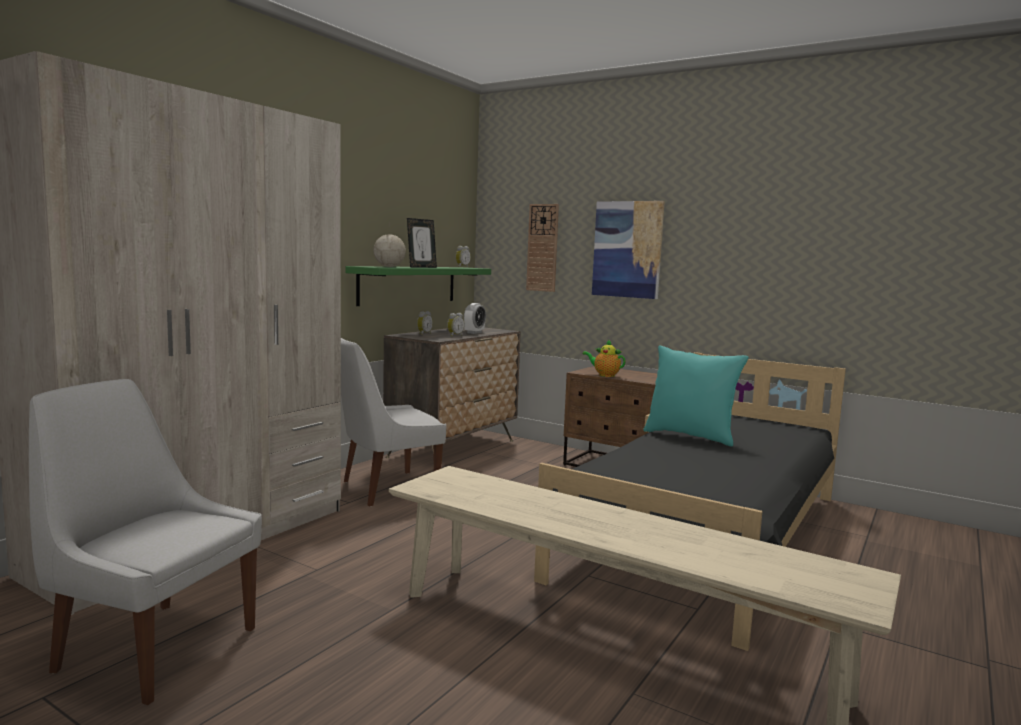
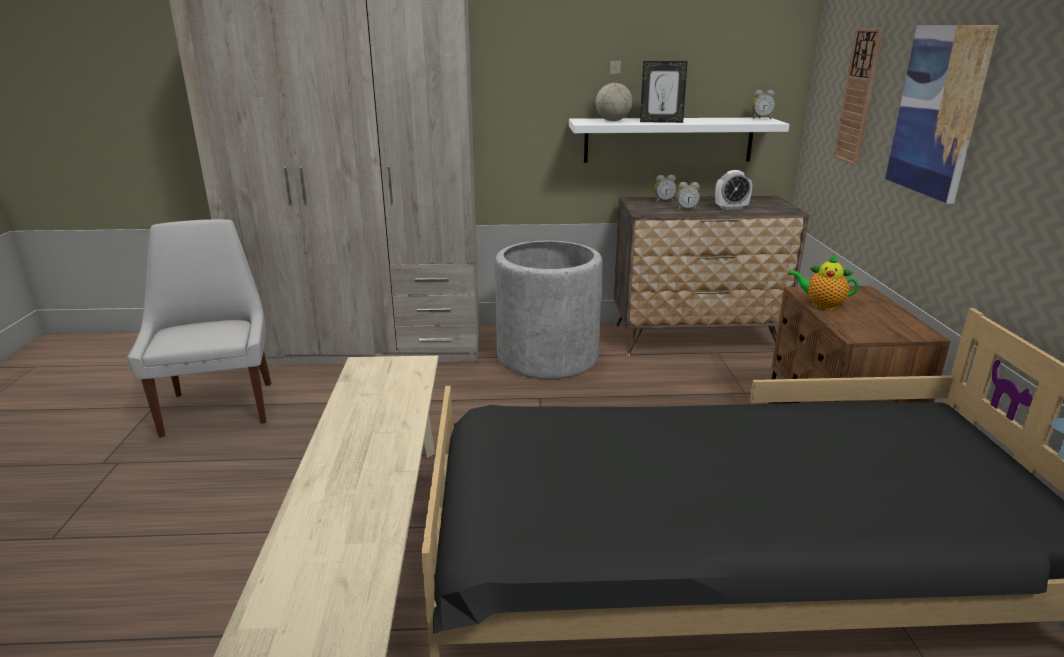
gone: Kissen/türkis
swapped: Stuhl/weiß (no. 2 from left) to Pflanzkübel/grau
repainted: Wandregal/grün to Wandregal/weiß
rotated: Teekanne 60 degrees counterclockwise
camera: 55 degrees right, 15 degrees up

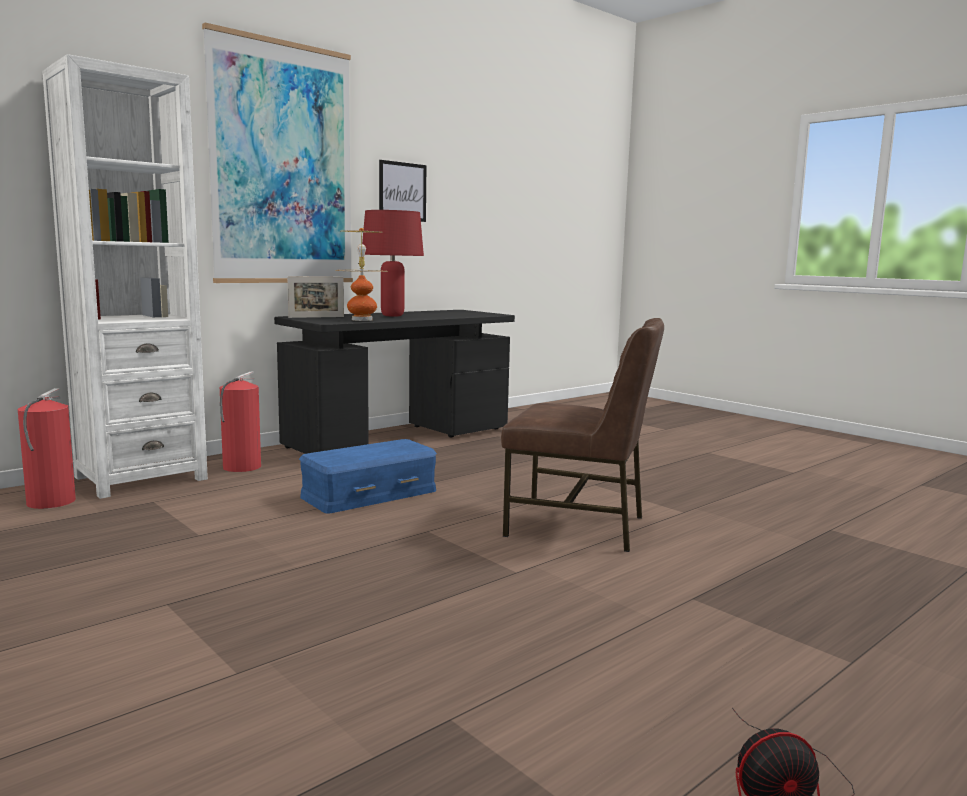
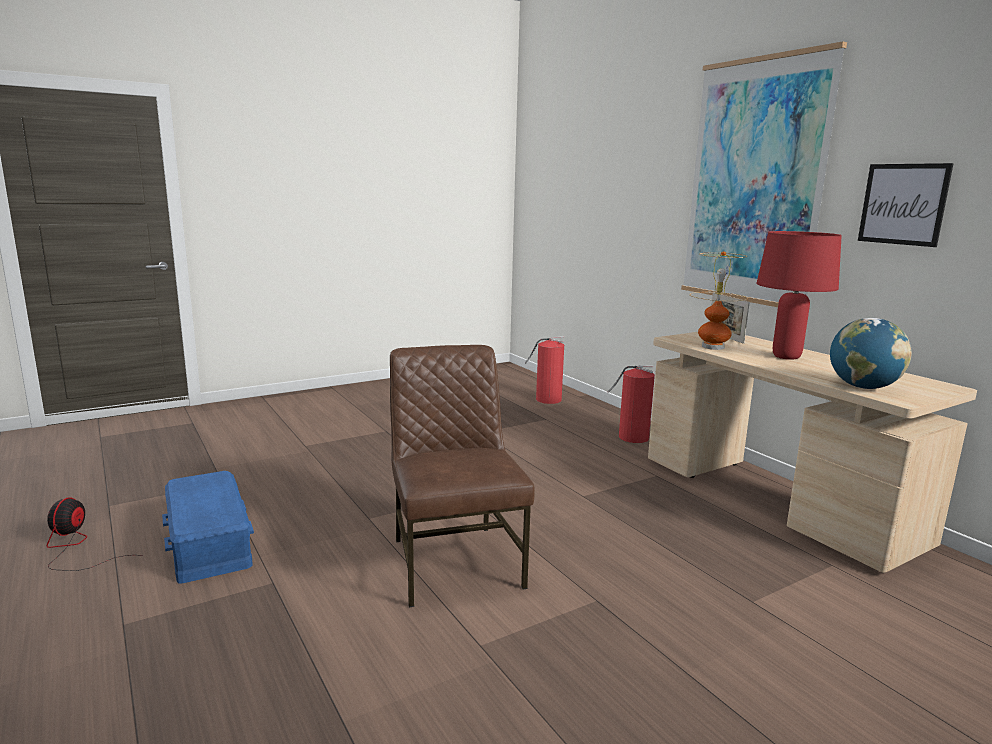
gone: Bücherregal/weiß
new: Globus
shifted: Aufbewahrungsbox/blau
repainted: Schreibtisch/schwarz to Schreibtisch/beige
rotated: Stuhl/braun 135 degrees clockwise
camera: 100 degrees right, 5 degrees up

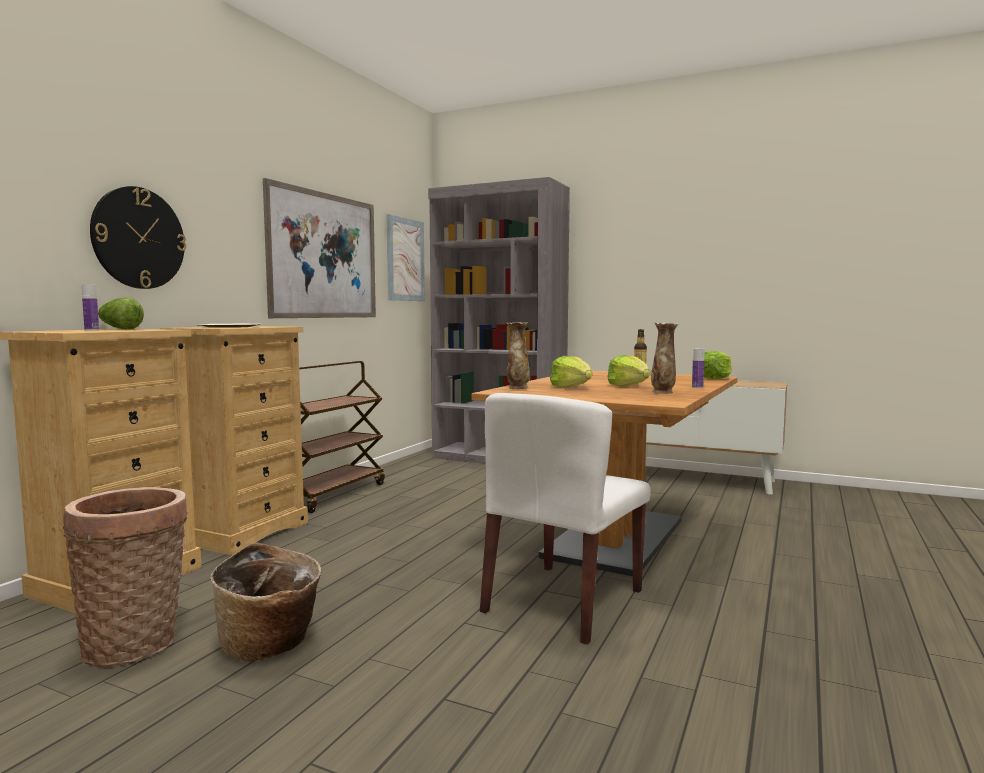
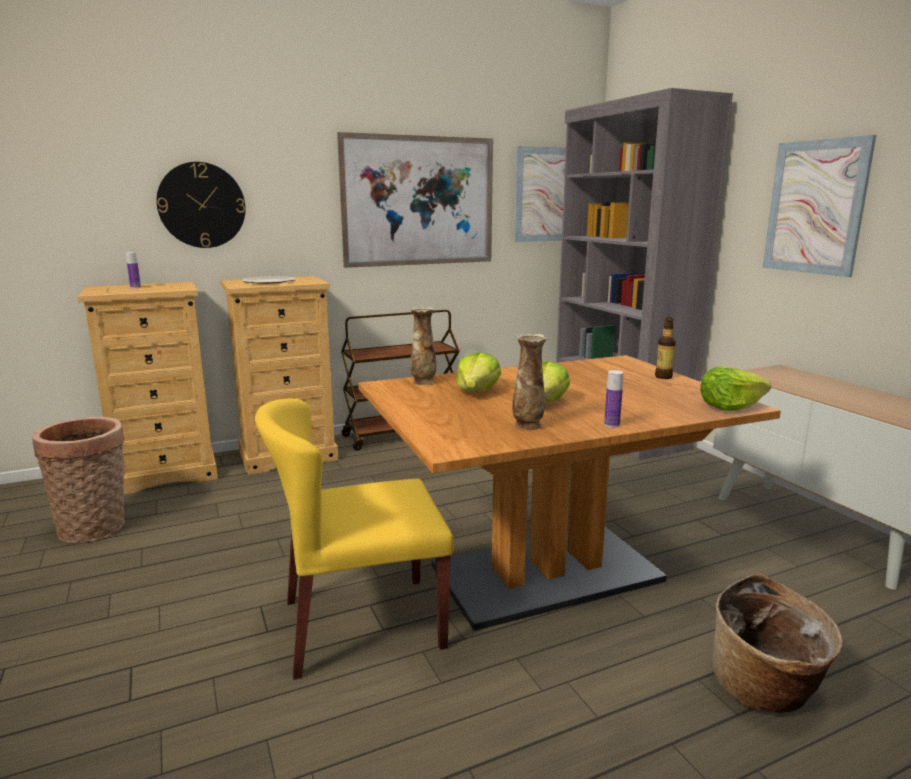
gone: Salatkopf (no. 1 from left)
new: Bild (no. 3 from left)
shifted: Korb (no. 2 from left)
repainted: Stuhl/weiß to Stuhl/gelb
camera: 40 degrees right, 10 degrees up

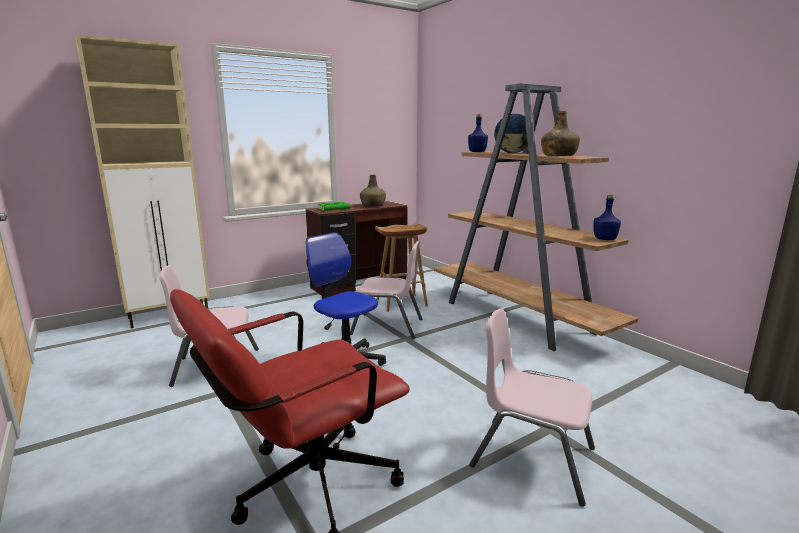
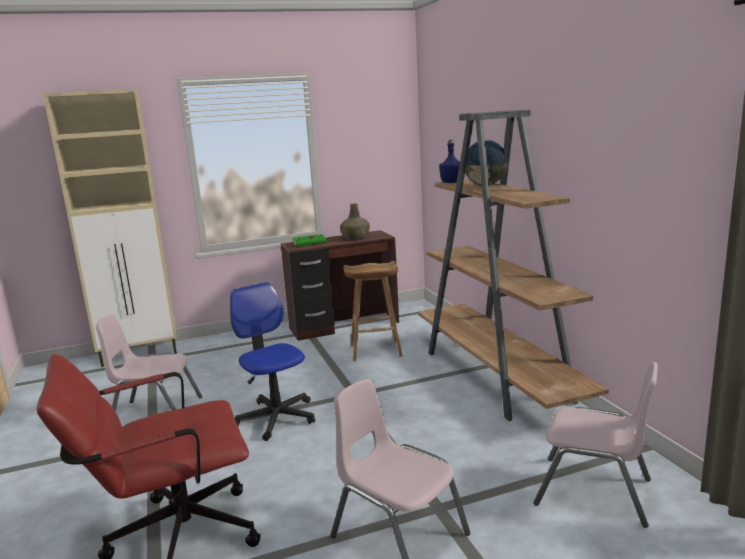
gone: Flasche/grün (no. 2 from left); Flasche/blau (no. 2 from left)
shifted: Stuhl/rosa (no. 2 from left in the first image) to Stuhl/rosa (no. 3 from left)
camera: 15 degrees right, 0 degrees up

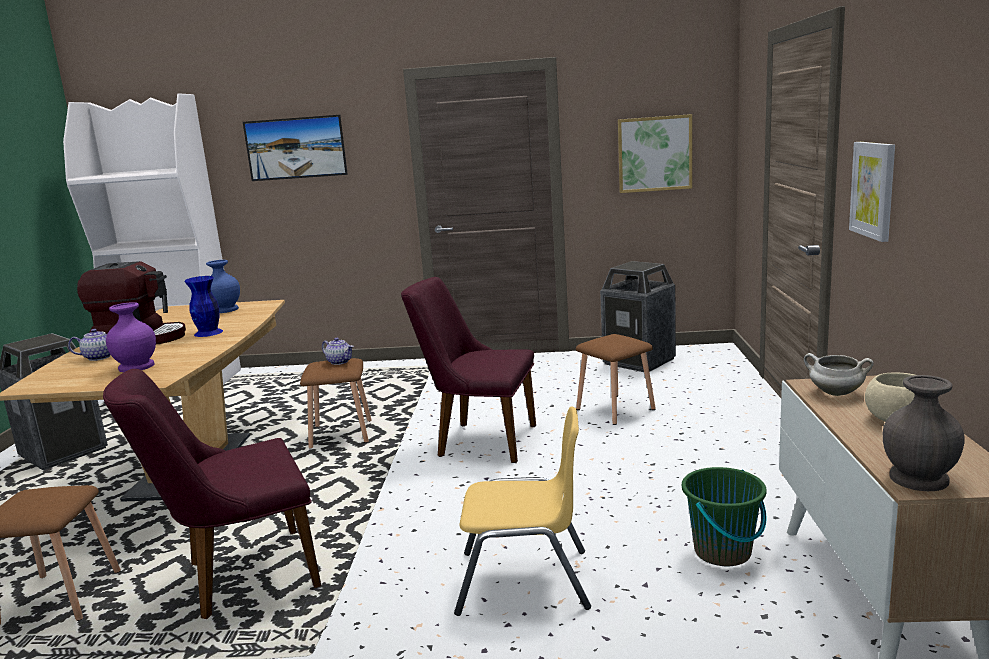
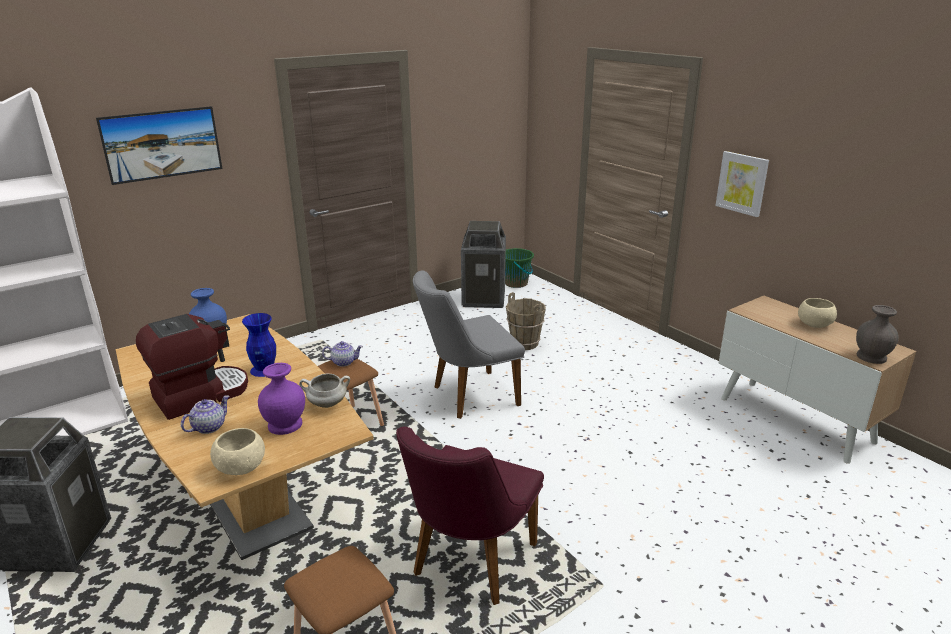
gone: Stuhl/gelb; Bild (no. 2 from left)
new: Schüssel/beige (no. 1 from left)
shifted: Kochtopf/weiß; Eimer/grün
swapped: Hocker/braun (no. 3 from left) to Eimer/braun
repainted: Stuhl/lila (no. 2 from left) to Stuhl/grau
camera: 40 degrees left, 10 degrees up

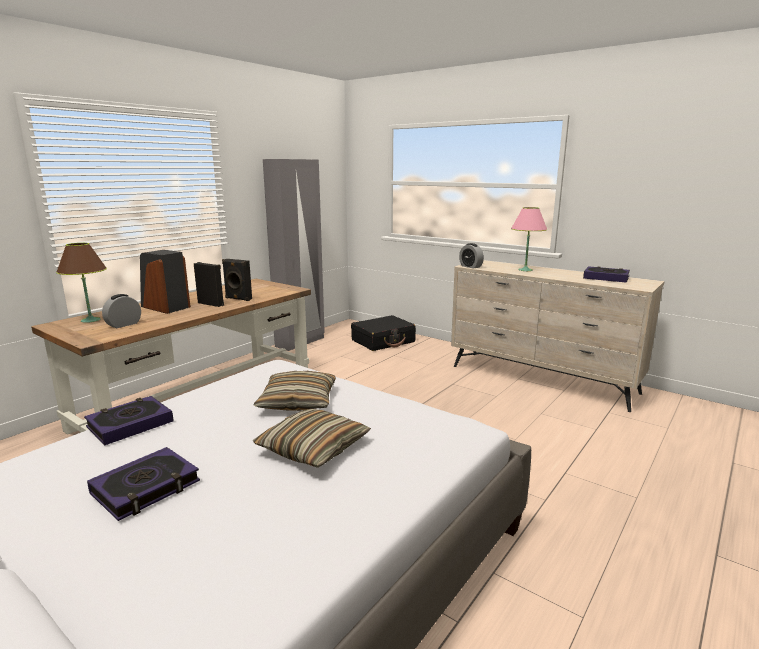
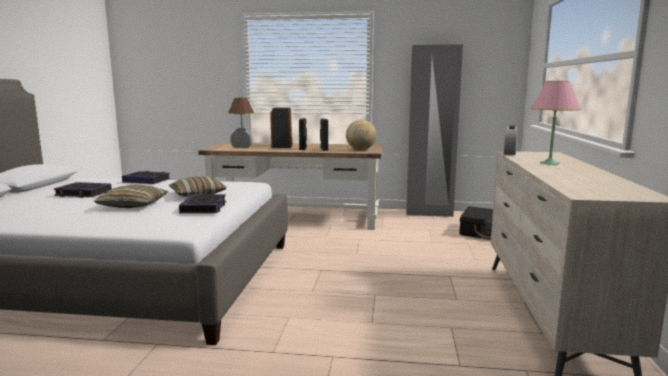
new: Globus
shifted: Buch (no. 3 from left)
camera: 60 degrees right, 5 degrees down

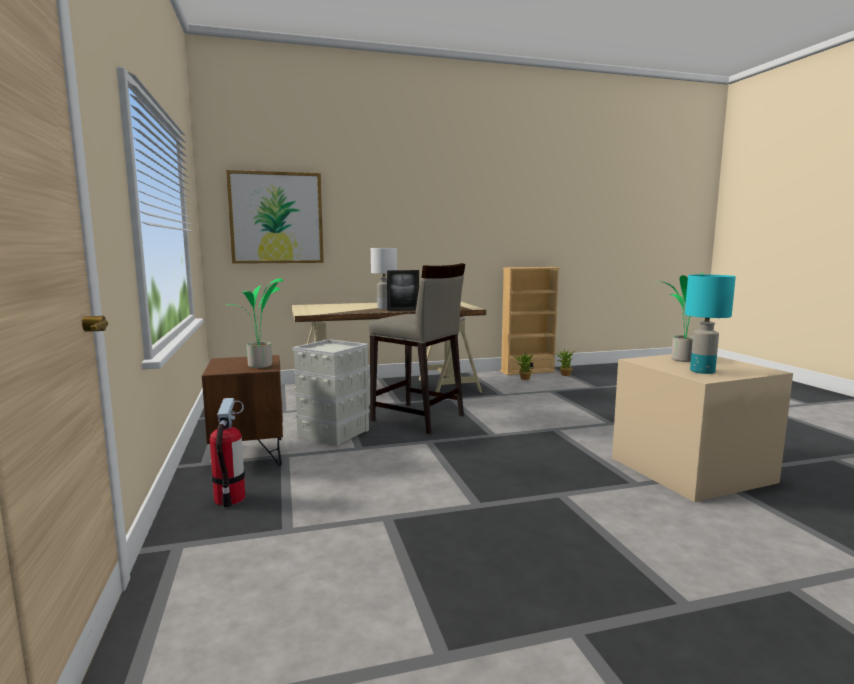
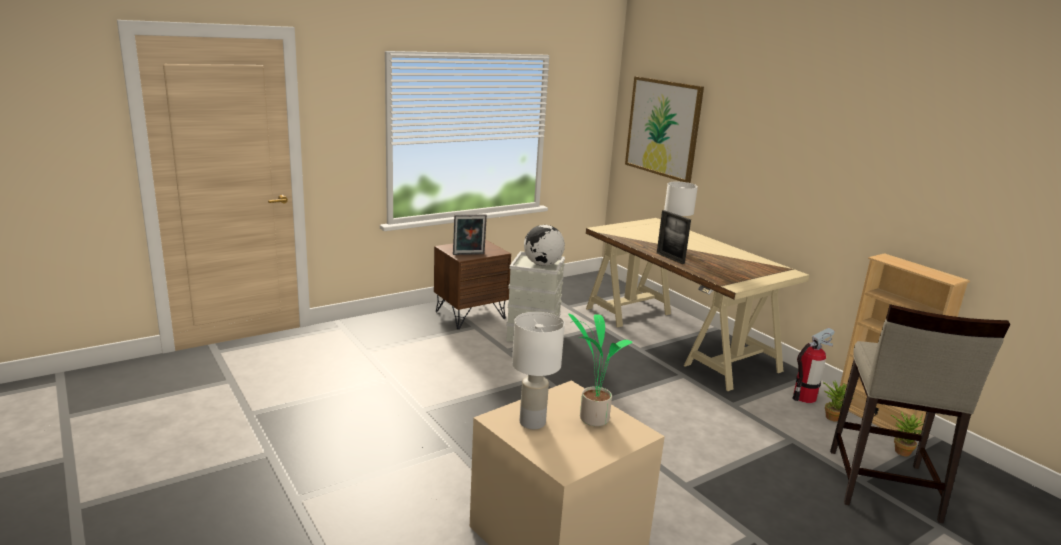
new: Globus
shifted: Feuerlöscher; Hocker/beige
swapped: Topfpflanze (no. 1 from left) to Bilderrahmen (no. 1 from left)
repainted: Tischlampe/türkis to Tischlampe/weiß (no. 1 from left)
camera: 70 degrees right, 10 degrees up

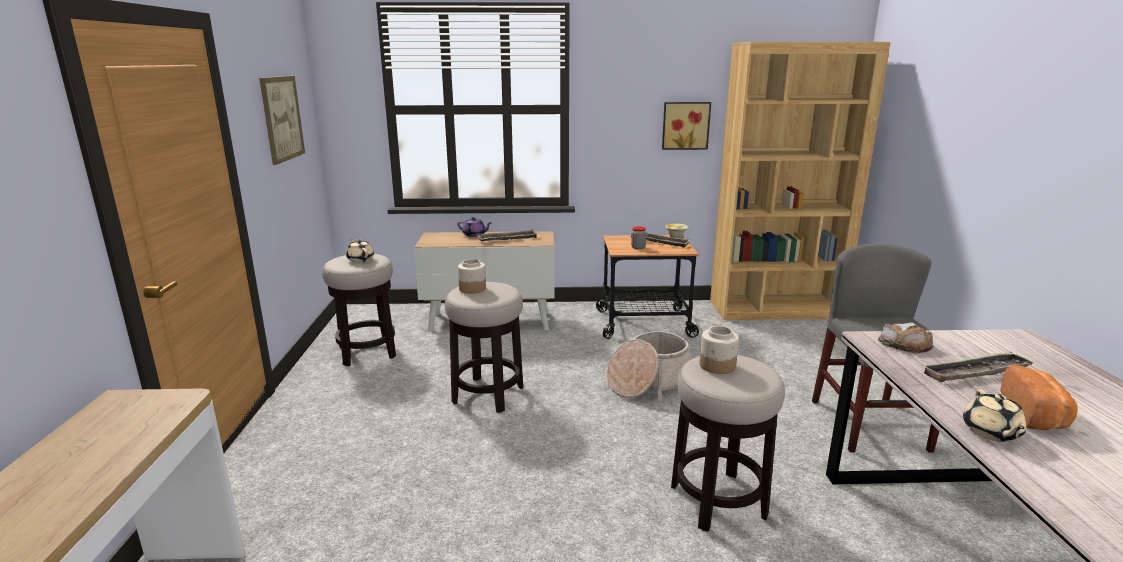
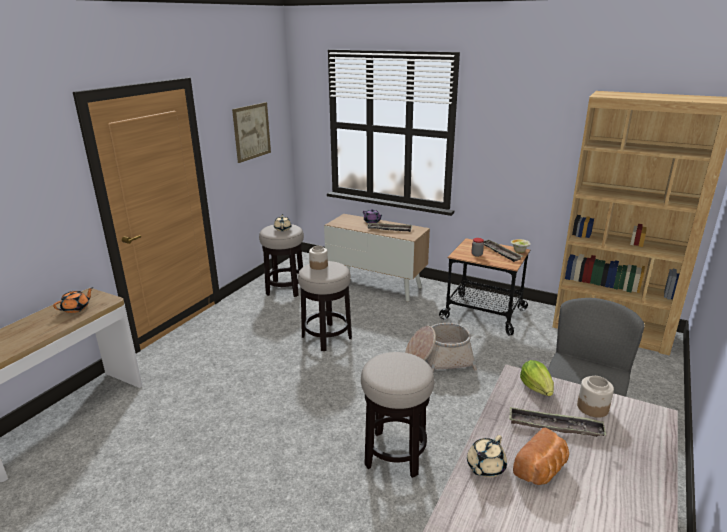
gone: Bild (no. 2 from left)
new: Teekanne/orange
shifted: Vorratsglas (no. 3 from left)
swapped: Brot (no. 1 from left) to Salatkopf
camera: 30 degrees right, 5 degrees up

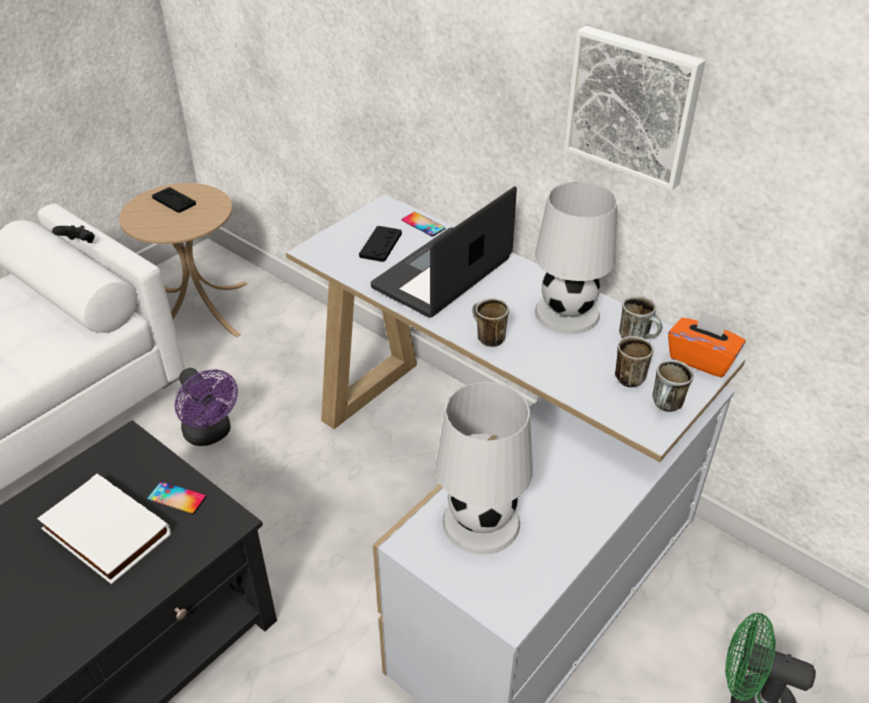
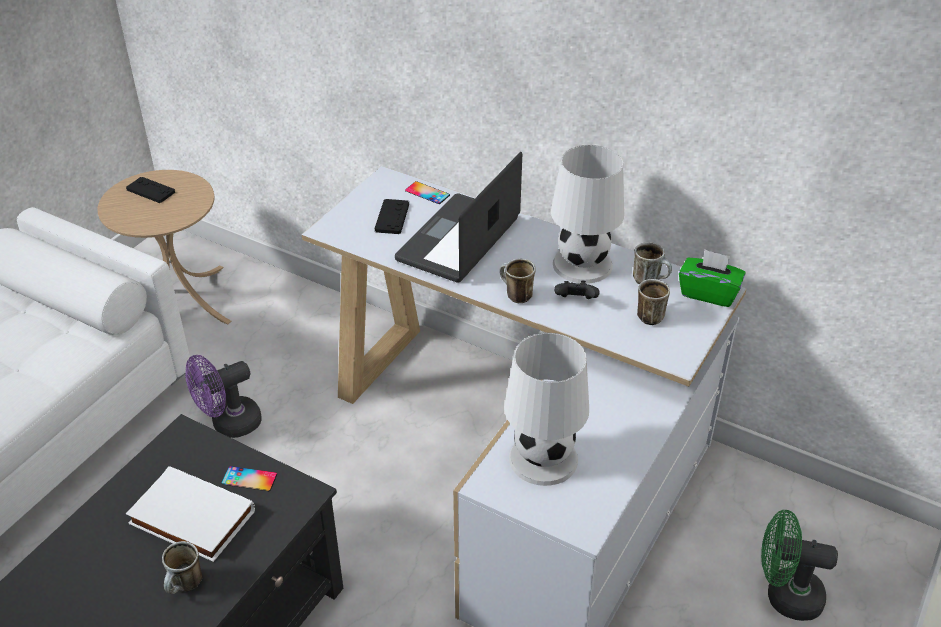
gone: Bild
shifted: Henkelbecher (no. 4 from left in the first image) to Henkelbecher (no. 1 from left); Gamepad/schwarz (no. 1 from left in the first image) to Gamepad/schwarz (no. 3 from left)
repainted: Taschentuchbox/orange to Taschentuchbox/grün
rotated: Ventilator/lila 105 degrees clockwise
camera: 10 degrees left, 0 degrees up

